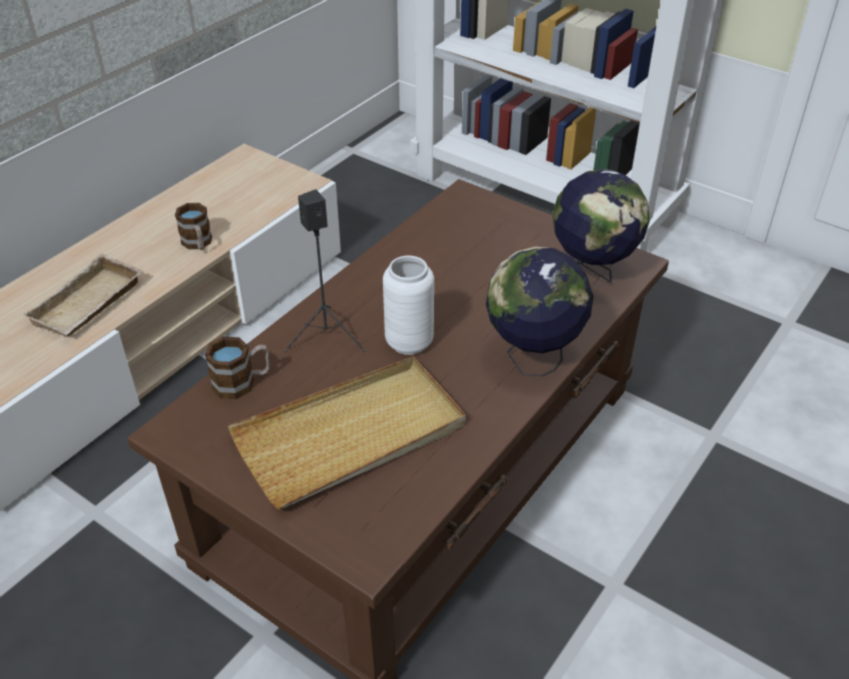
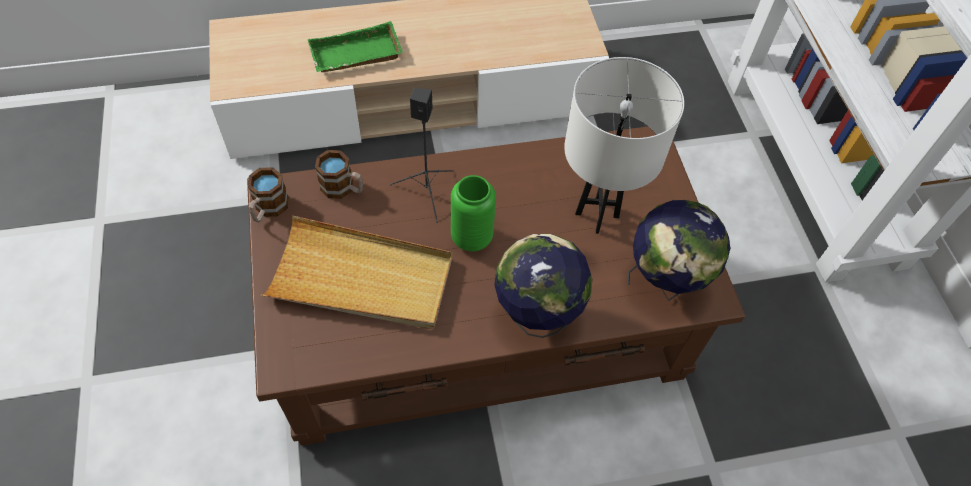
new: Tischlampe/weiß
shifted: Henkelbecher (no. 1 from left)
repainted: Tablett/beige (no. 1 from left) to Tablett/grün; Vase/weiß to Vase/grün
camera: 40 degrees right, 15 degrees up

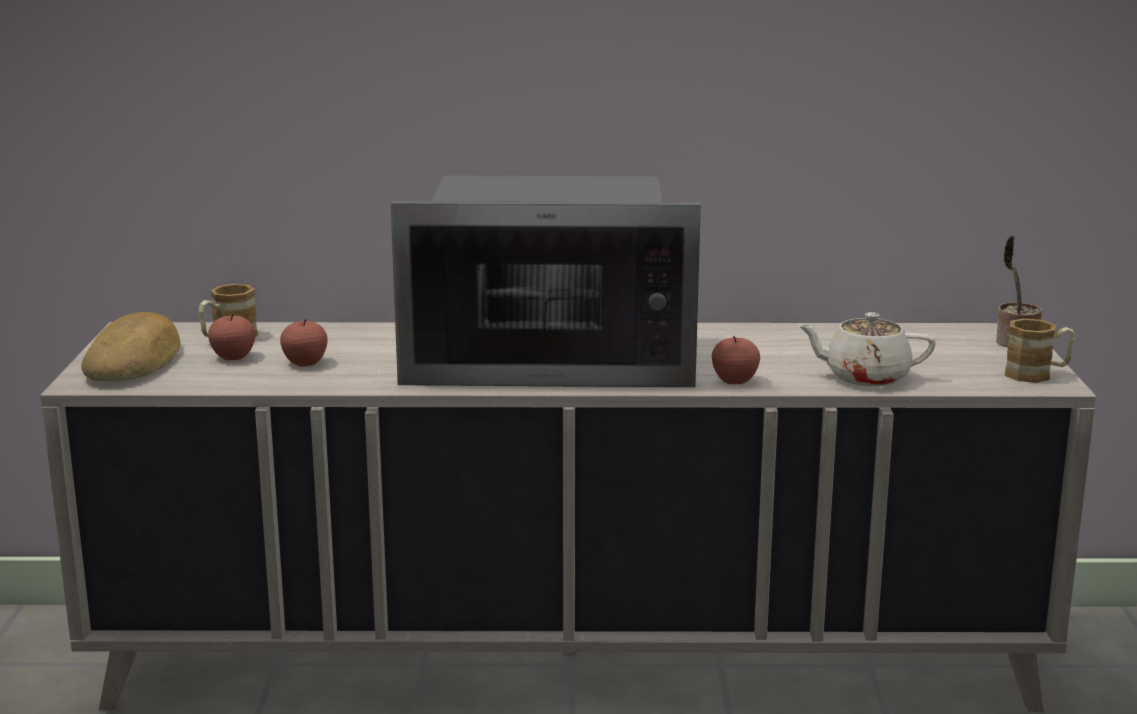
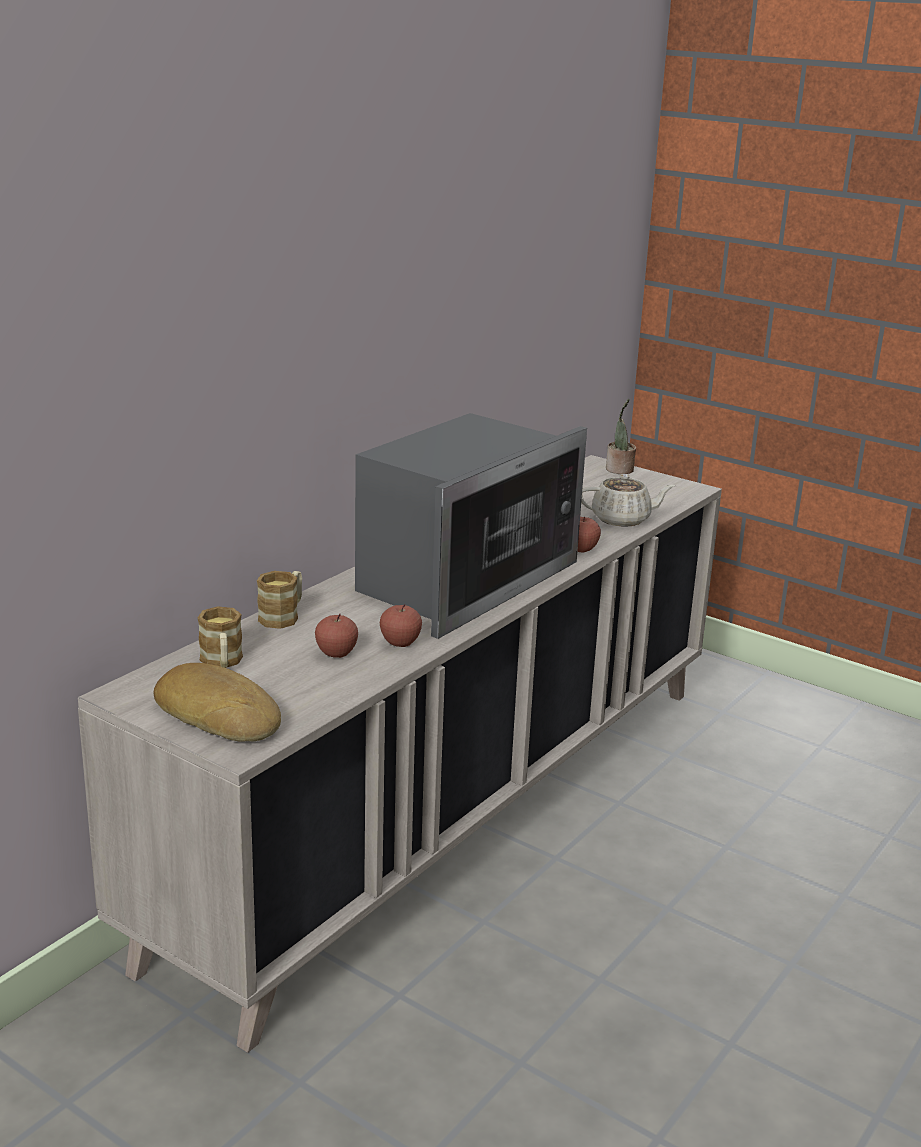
shifted: Henkelbecher (no. 2 from left); Apfel (no. 1 from left in the first image) to Apfel (no. 2 from left)
rotated: Teekanne/beige 135 degrees counterclockwise
camera: 55 degrees left, 5 degrees up

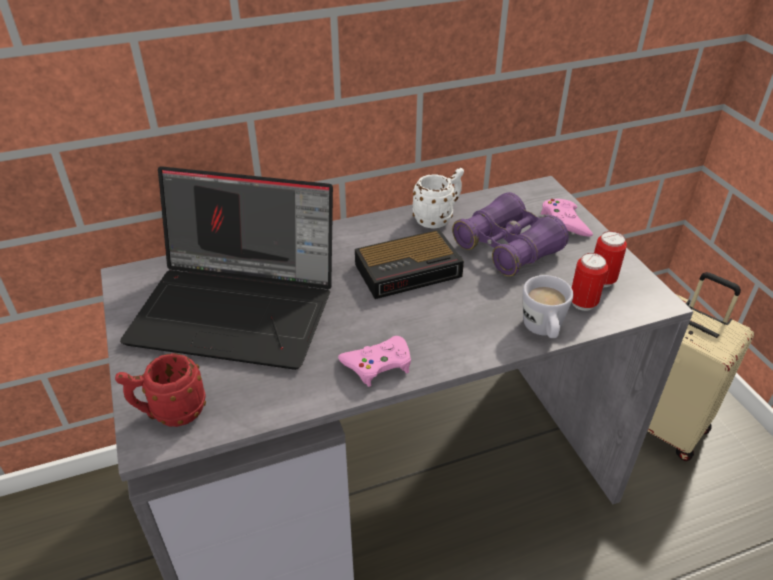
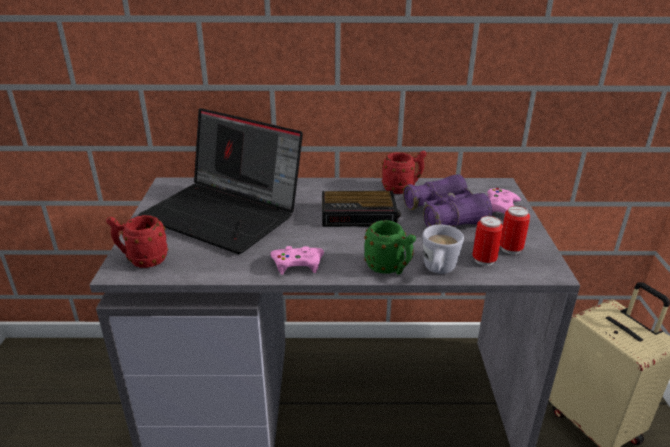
new: Henkelbecher/grün
repainted: Henkelbecher/weiß (no. 1 from left) to Henkelbecher/rot (no. 2 from left)
camera: 20 degrees right, 10 degrees down

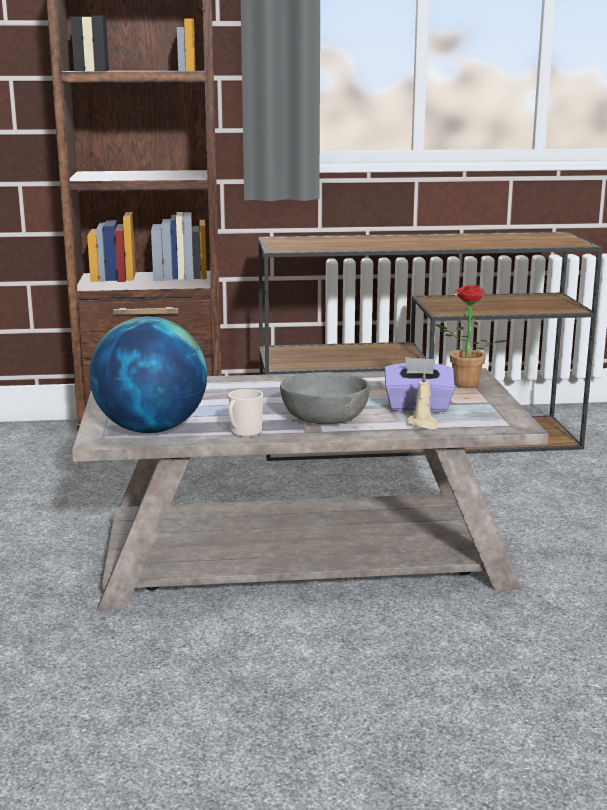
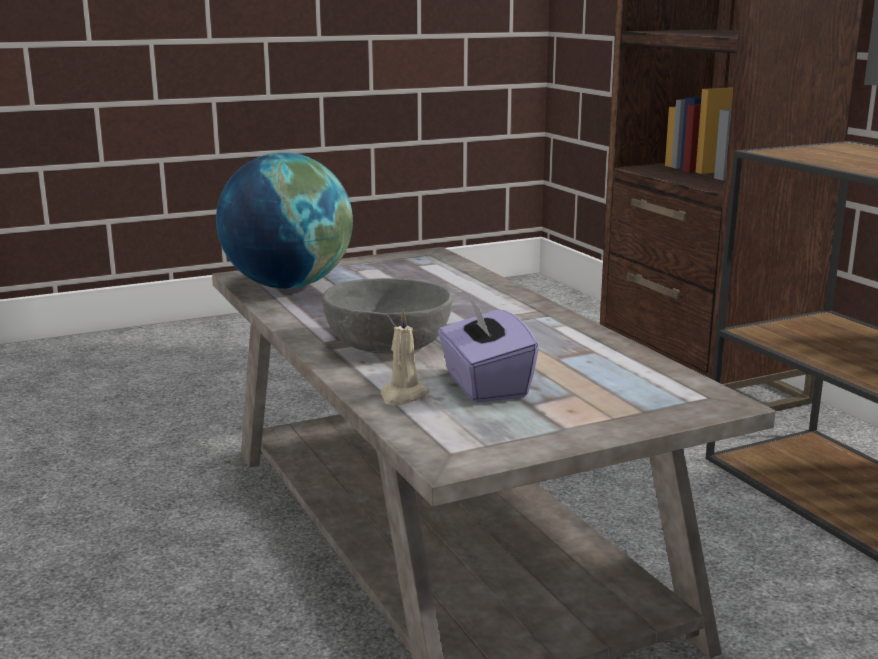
gone: Henkelbecher; Topfpflanze
camera: 70 degrees right, 0 degrees up

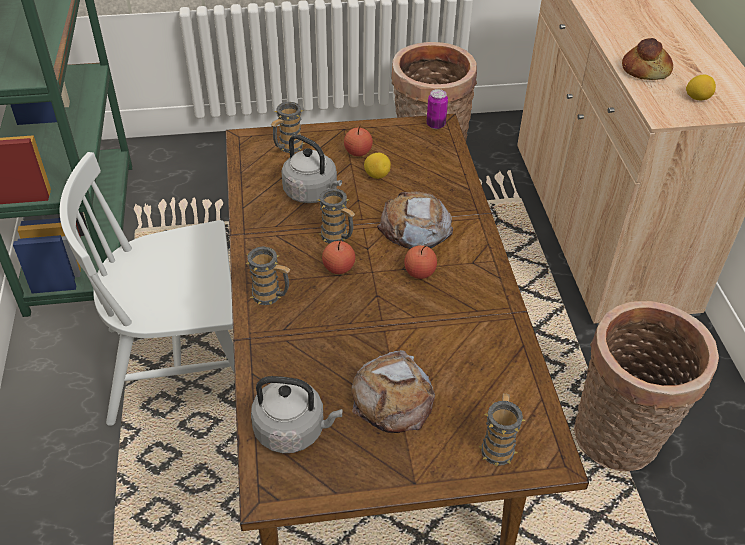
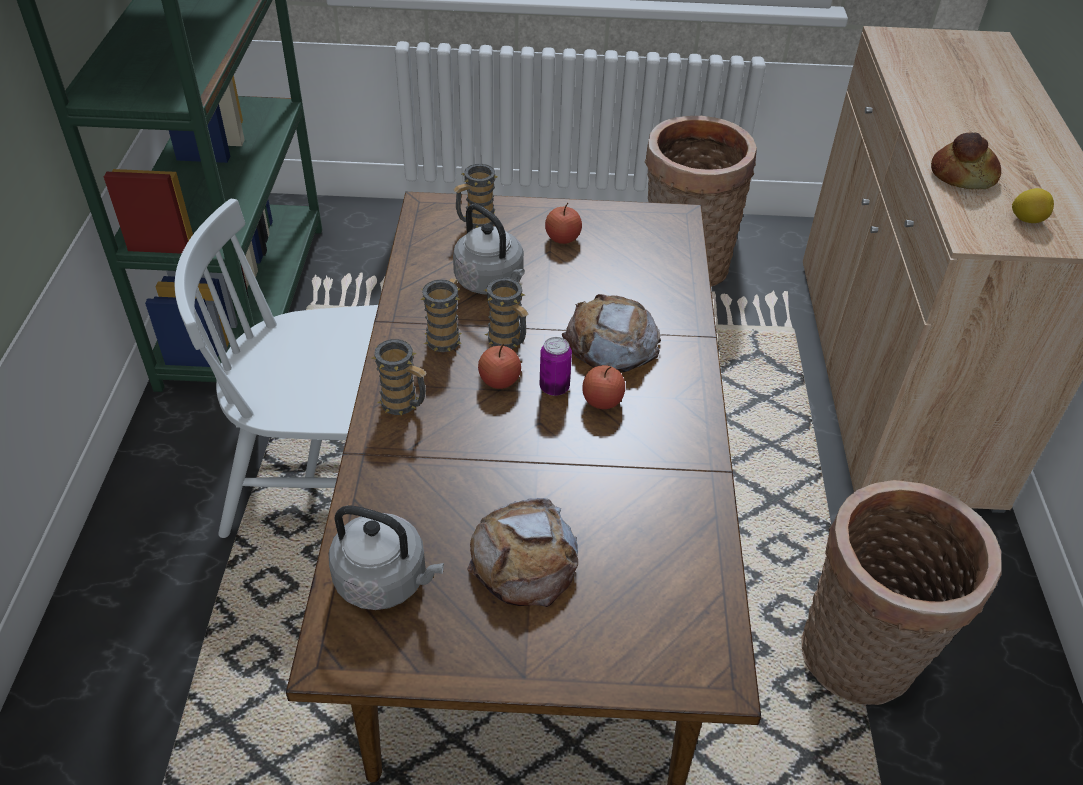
gone: Zitrone (no. 1 from left)
shifted: Henkelbecher (no. 4 from left in the first image) to Henkelbecher (no. 2 from left); Dose
camera: 10 degrees right, 0 degrees up

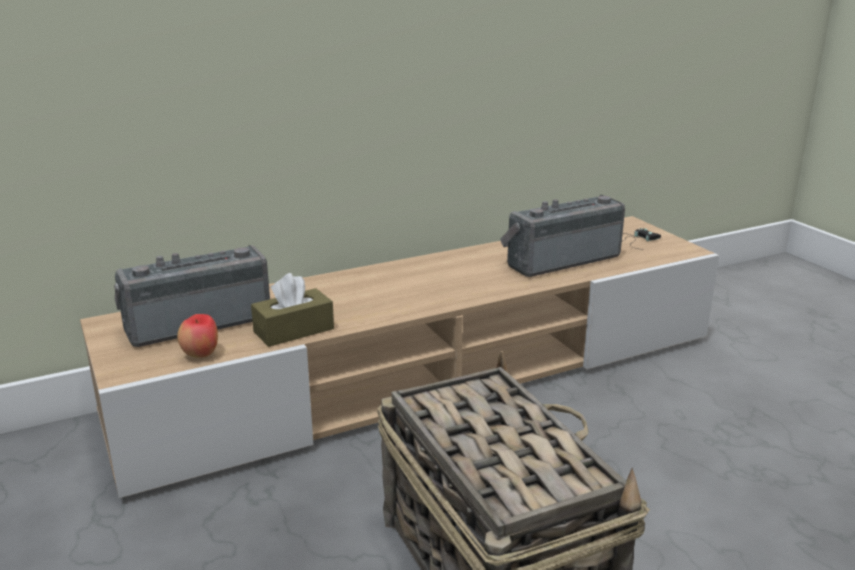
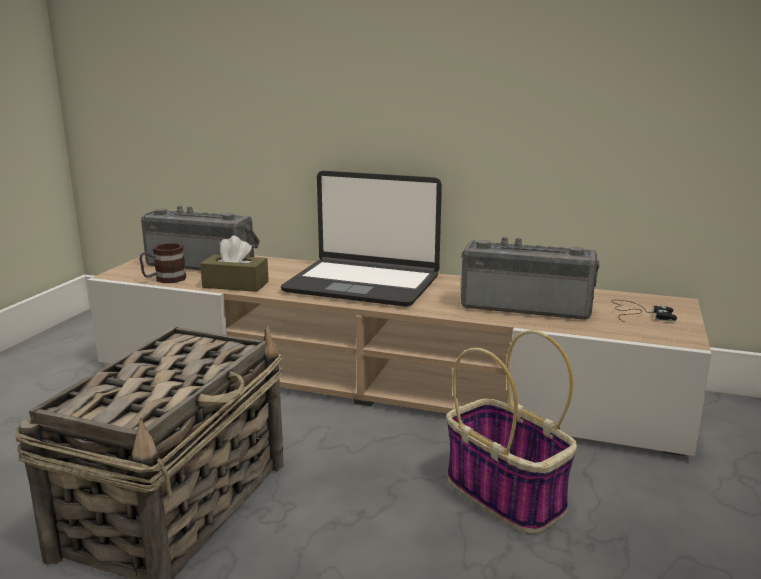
new: Laptop; Korb (no. 2 from left)
swapped: Apfel to Henkelbecher
camera: 45 degrees right, 5 degrees down

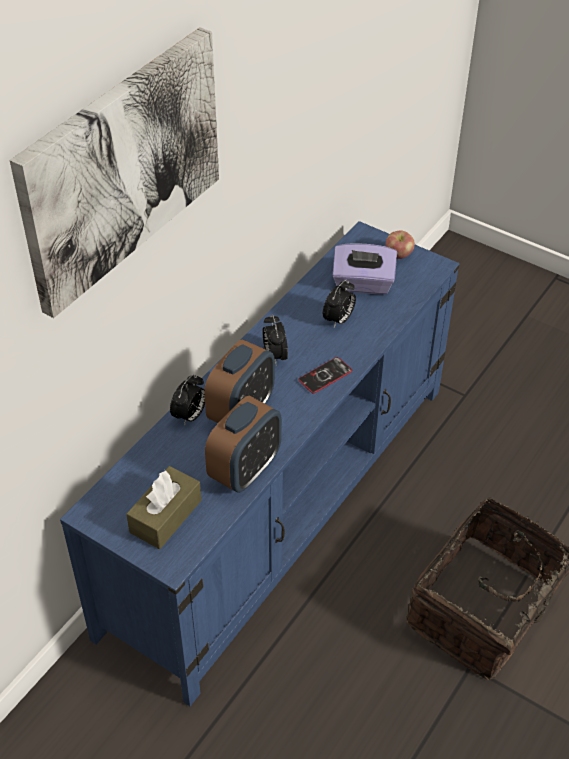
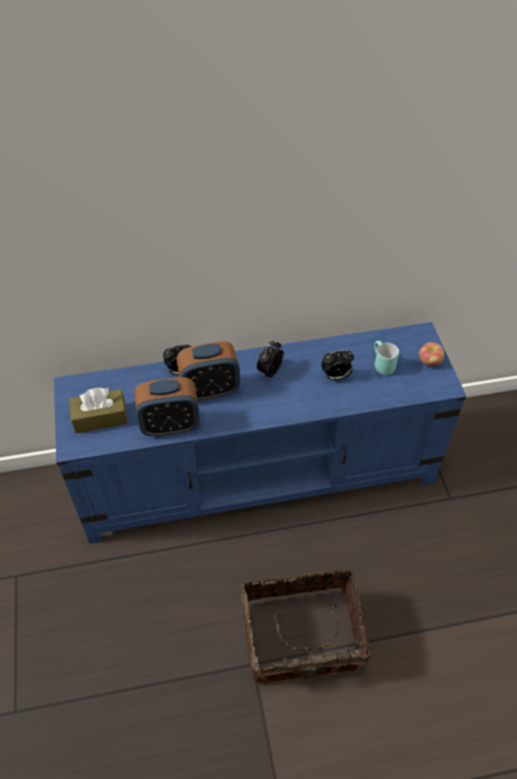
gone: Bild; Handy
swapped: Taschentuchbox/lila to Henkelbecher/türkis
camera: 45 degrees right, 5 degrees up

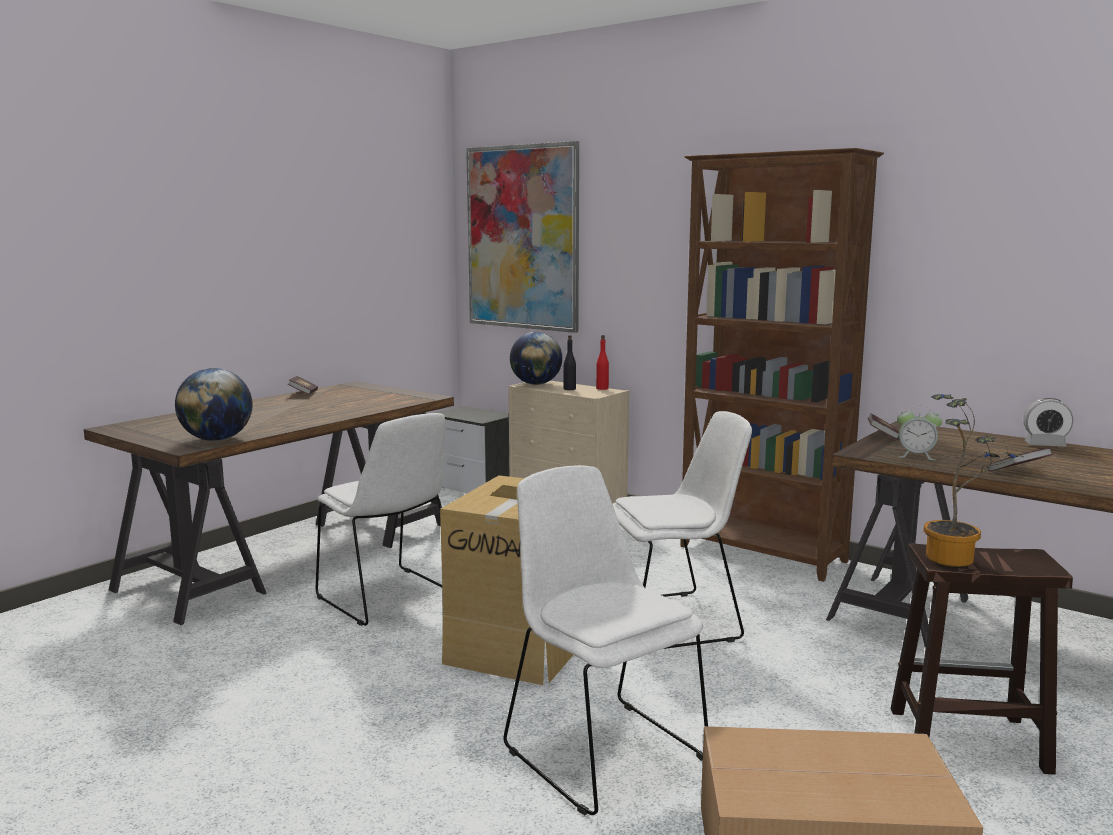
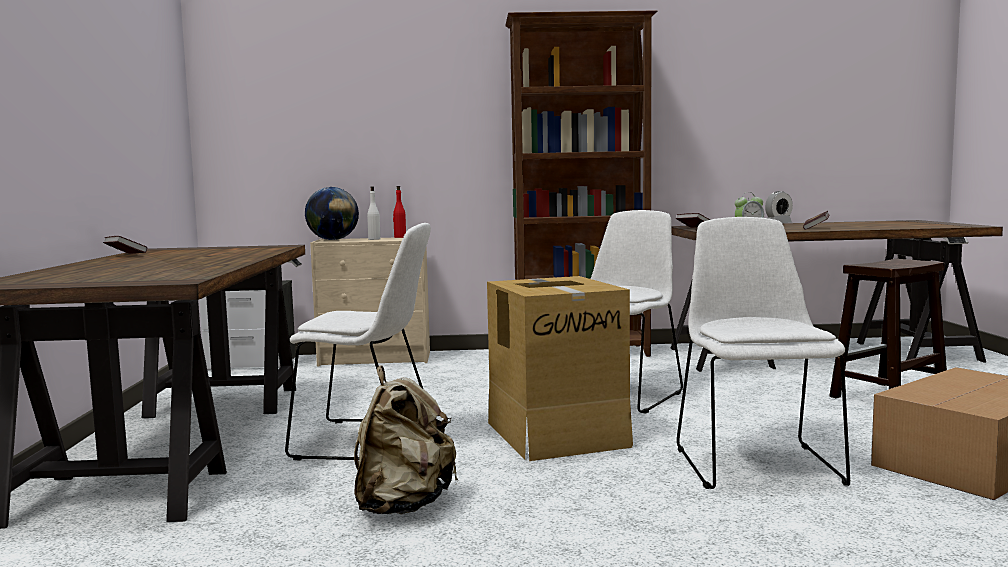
gone: Globus (no. 1 from left); Bild; Topfpflanze
new: Rucksack/beige
repainted: Flasche/schwarz to Flasche/weiß
rotated: Stuhl/weiß (no. 2 from left in the first image) 75 degrees clockwise
camera: 40 degrees left, 5 degrees down

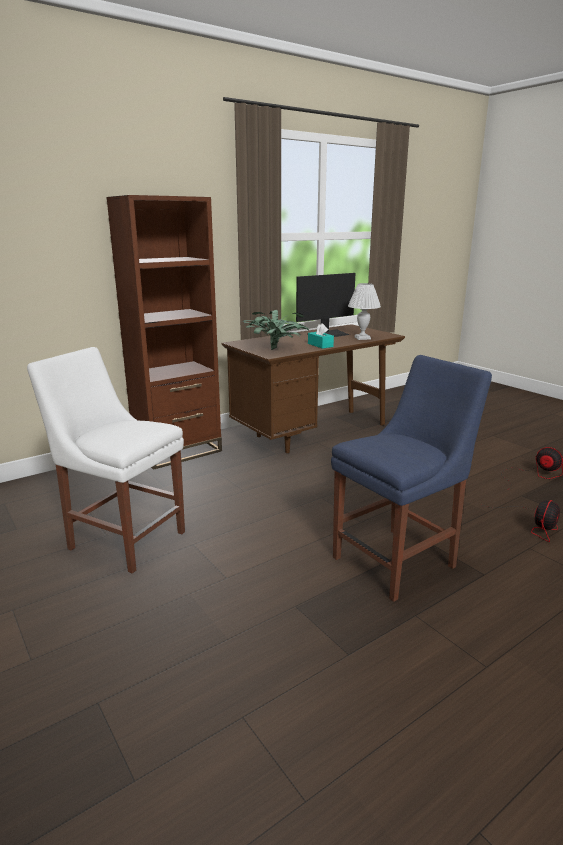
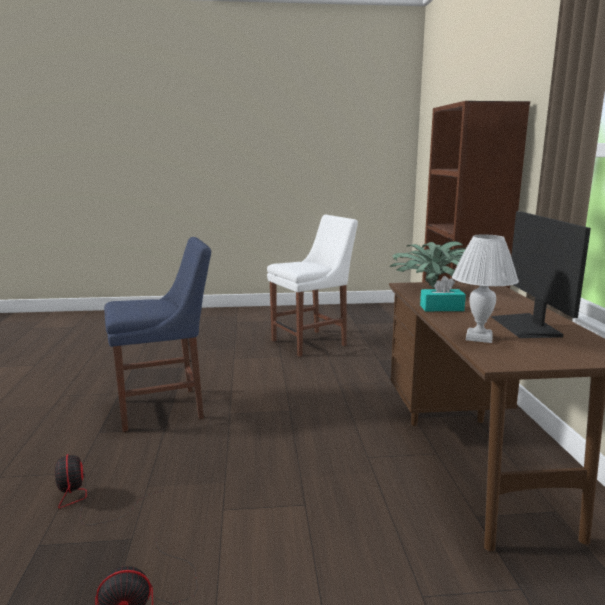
rotated: Stuhl/blau 105 degrees counterclockwise
camera: 120 degrees right, 5 degrees down

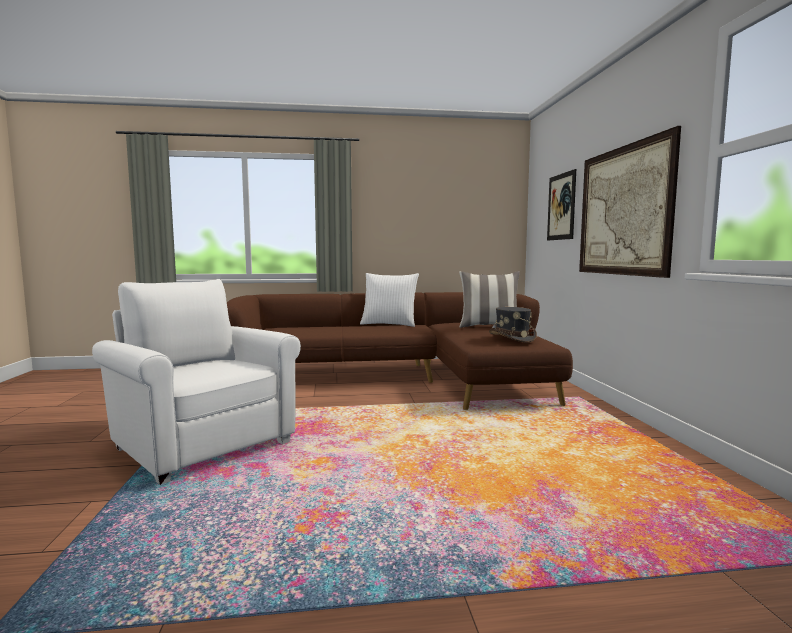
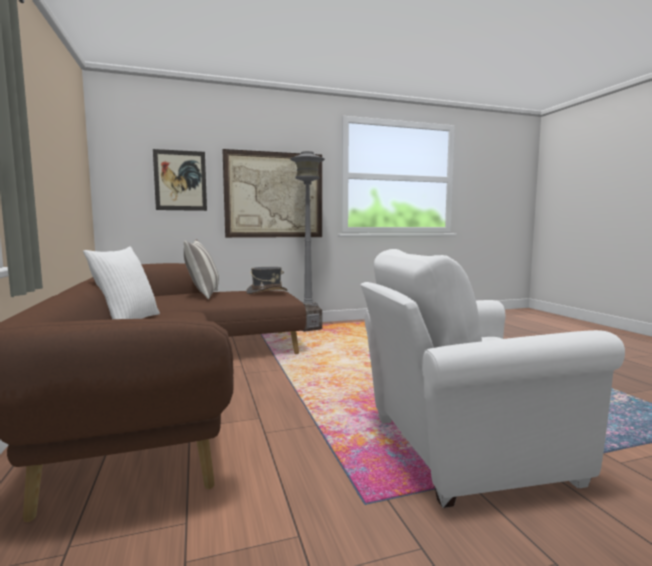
new: Stehlampe/grau
rotated: Sessel/weiß 45 degrees clockwise
camera: 100 degrees left, 0 degrees up

